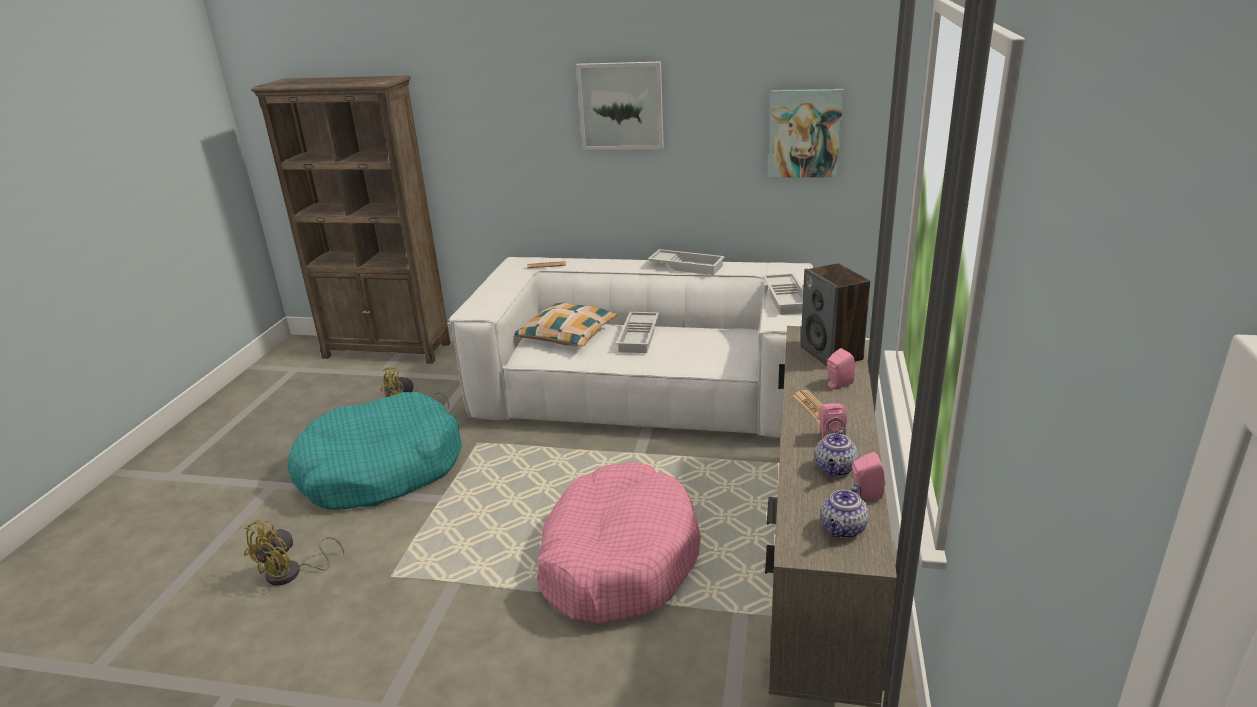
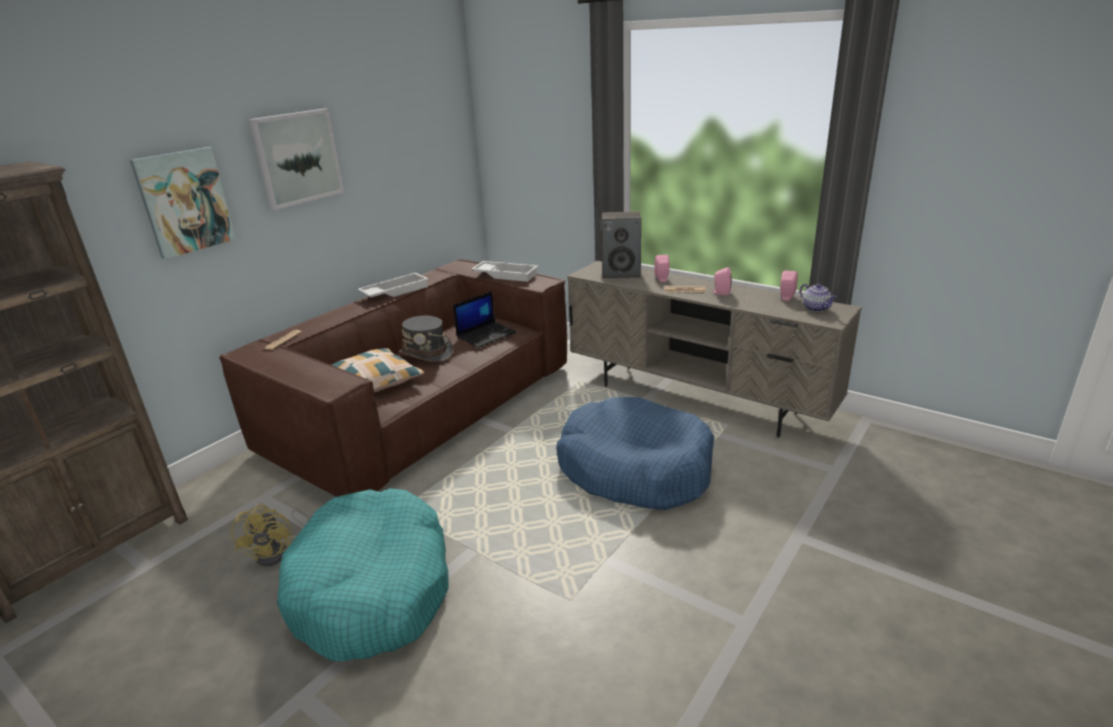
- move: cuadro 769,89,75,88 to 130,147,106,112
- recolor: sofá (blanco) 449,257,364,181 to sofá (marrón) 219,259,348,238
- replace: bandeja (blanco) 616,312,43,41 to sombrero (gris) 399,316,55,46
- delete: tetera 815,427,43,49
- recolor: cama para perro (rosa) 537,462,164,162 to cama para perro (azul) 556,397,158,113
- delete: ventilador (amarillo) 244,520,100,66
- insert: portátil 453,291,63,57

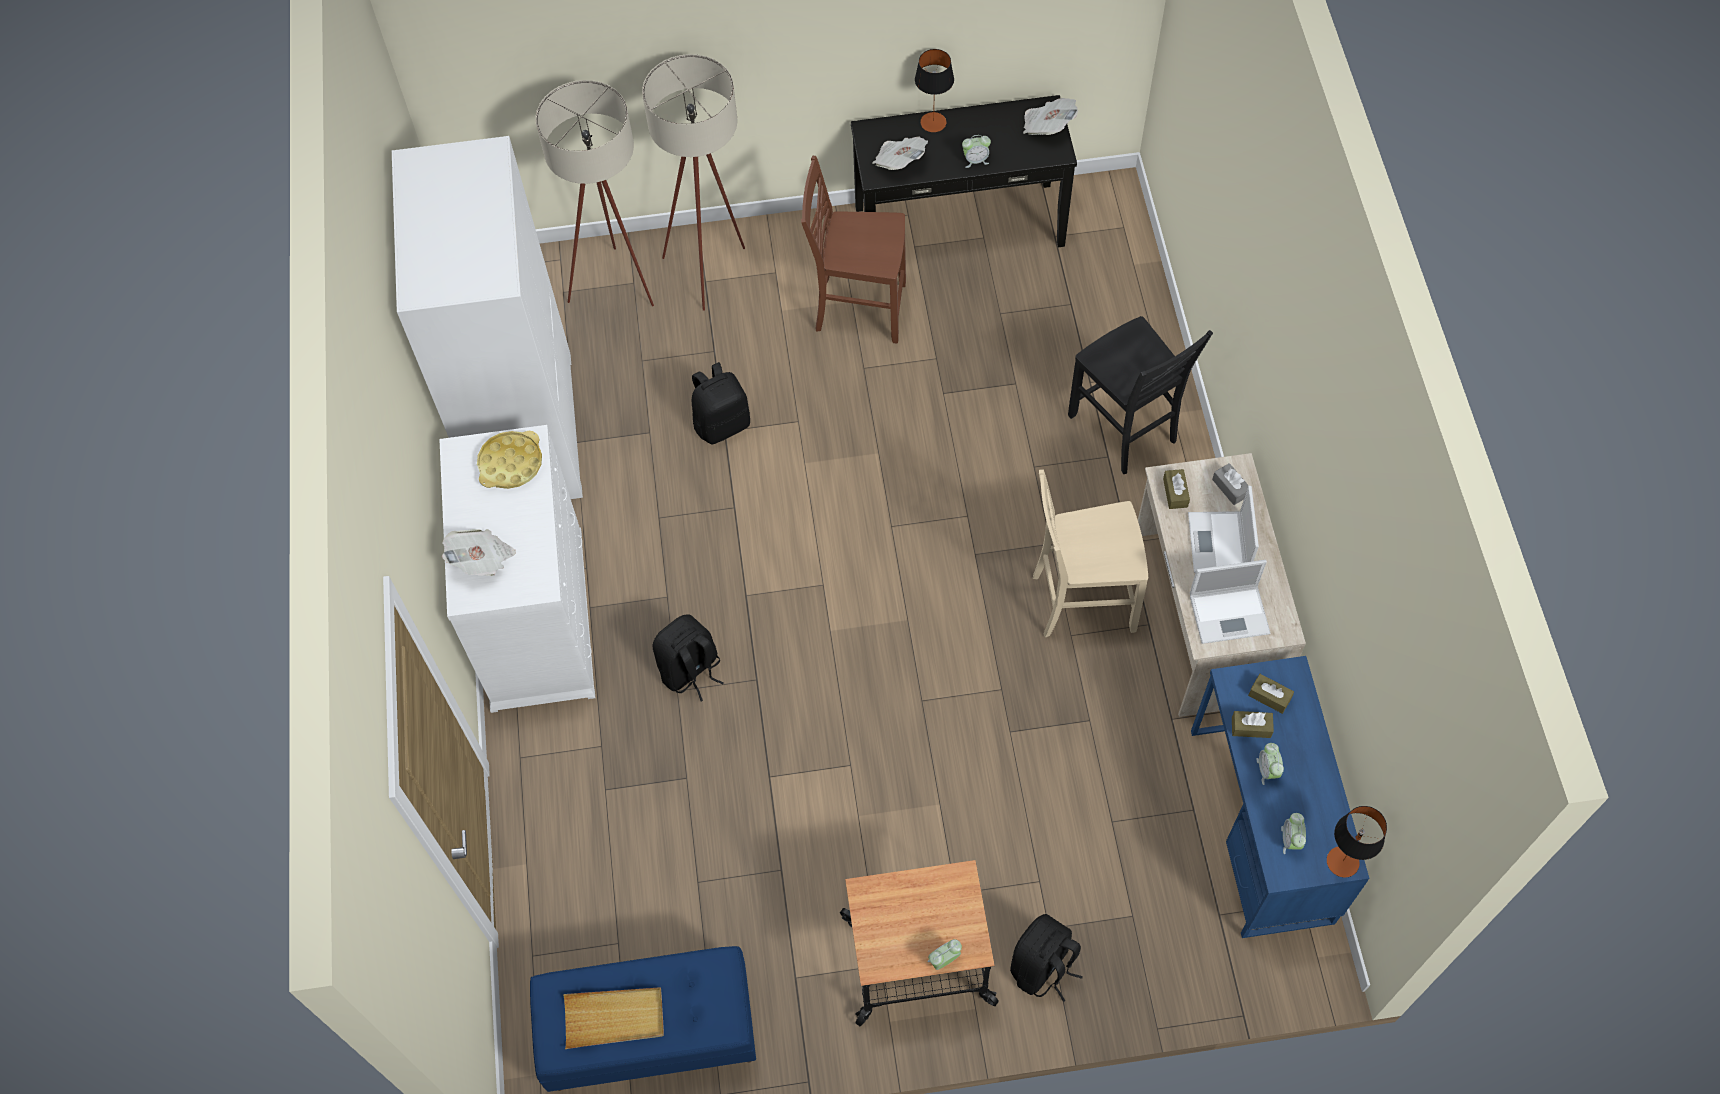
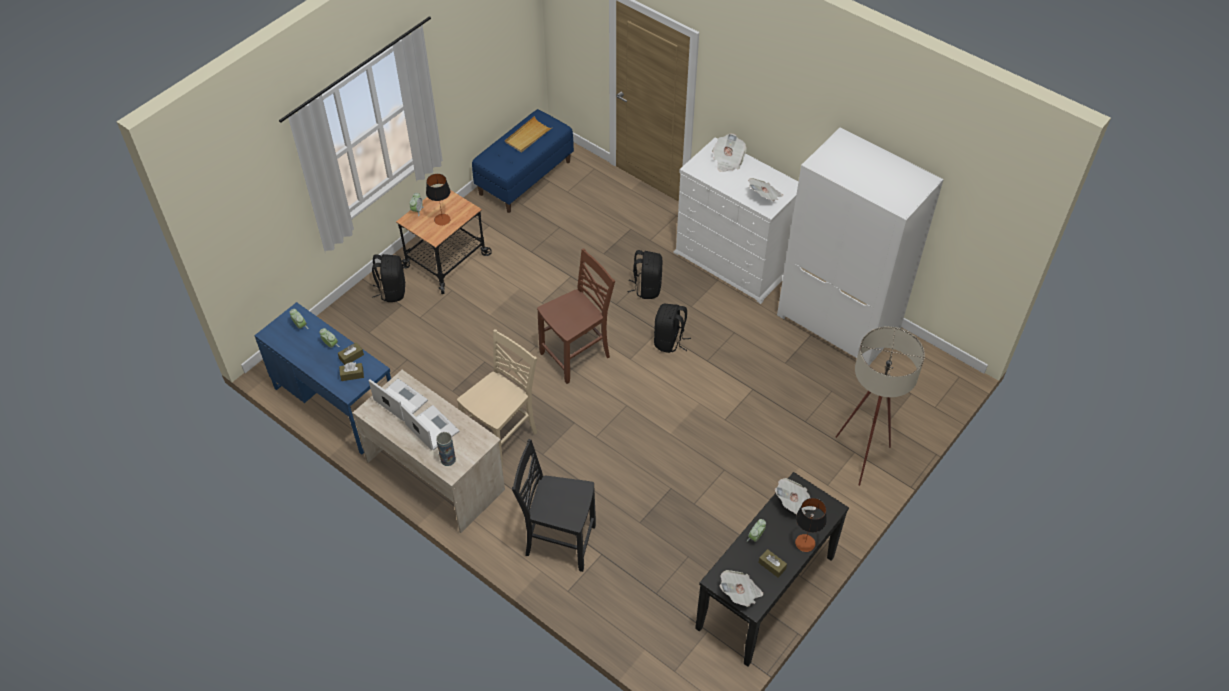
- delete: lámpara de pie (beis) 535,80,119,226
- move: silla (marrón) 801,156,105,187 to 537,248,78,136
- move: mochila (negro) 692,362,58,82 to 654,304,37,49
- replace: bandeja (amarillo) 477,431,65,58 to periódico 748,178,35,23
- replace: caja de pañuelos (gris) 1212,463,37,42 to florero 436,432,20,34
- move: caja de pañuelos (marrón) 1163,469,27,40 to 758,549,29,28
- rotate: portátil 1190,560,81,84 = 369,378,59,43 90 degrees clockwise
- move: lámpara de mesa 1327,806,60,71 to 426,174,24,51

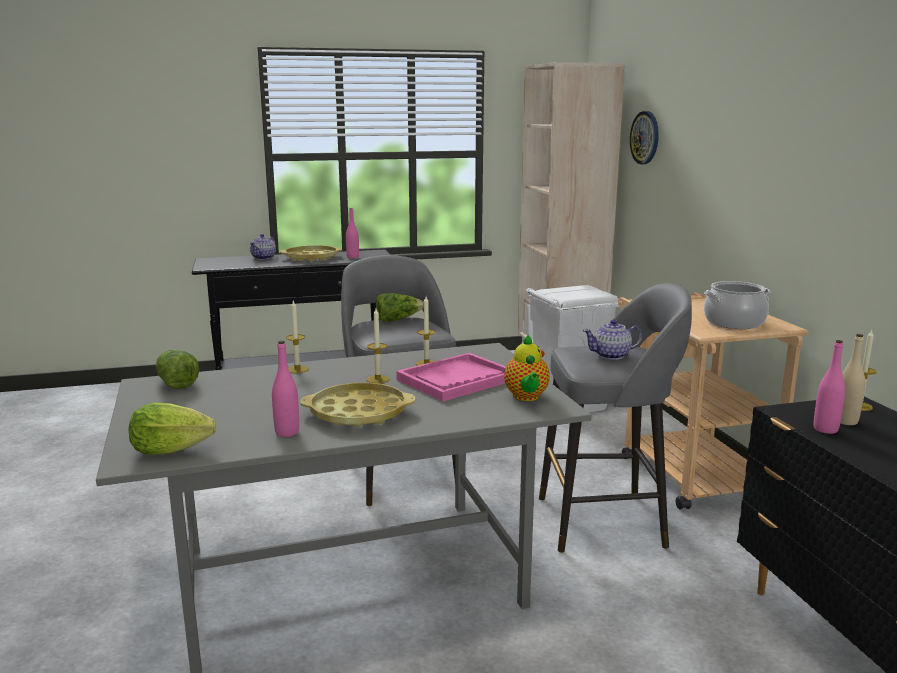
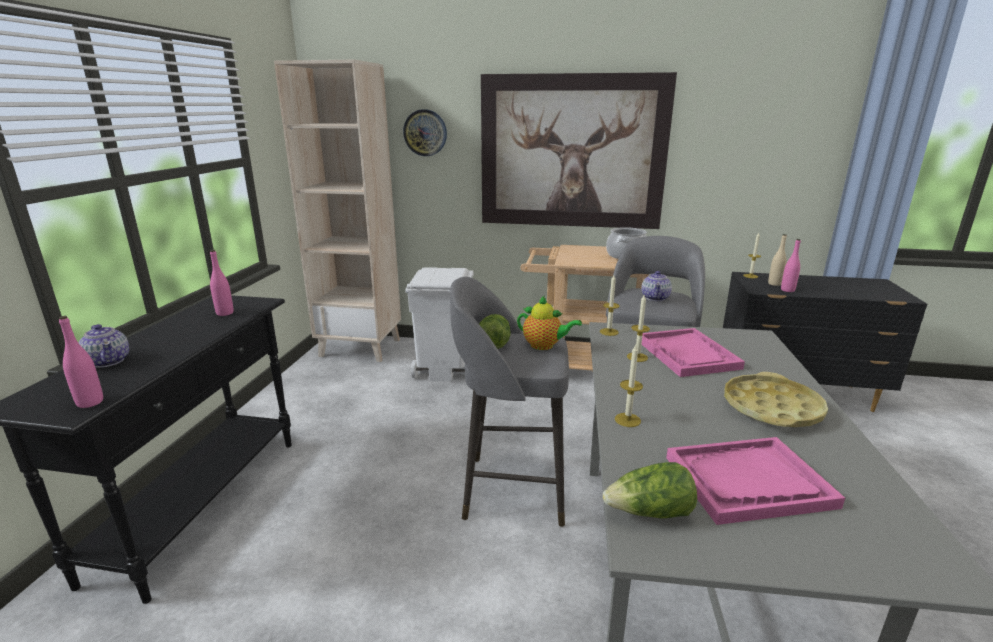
- delete: bandeja (amarillo) 280,245,62,17
- move: vela 367,308,22,76 to 600,275,19,61
- move: tetera 504,335,46,66 to 517,296,65,54
- move: botella (rosa) 272,340,27,97 to 59,316,44,92
- delete: lechuga 128,402,88,53
- insert: cuadro 481,72,196,157
- insert: bandeja (rosa) 666,437,179,88

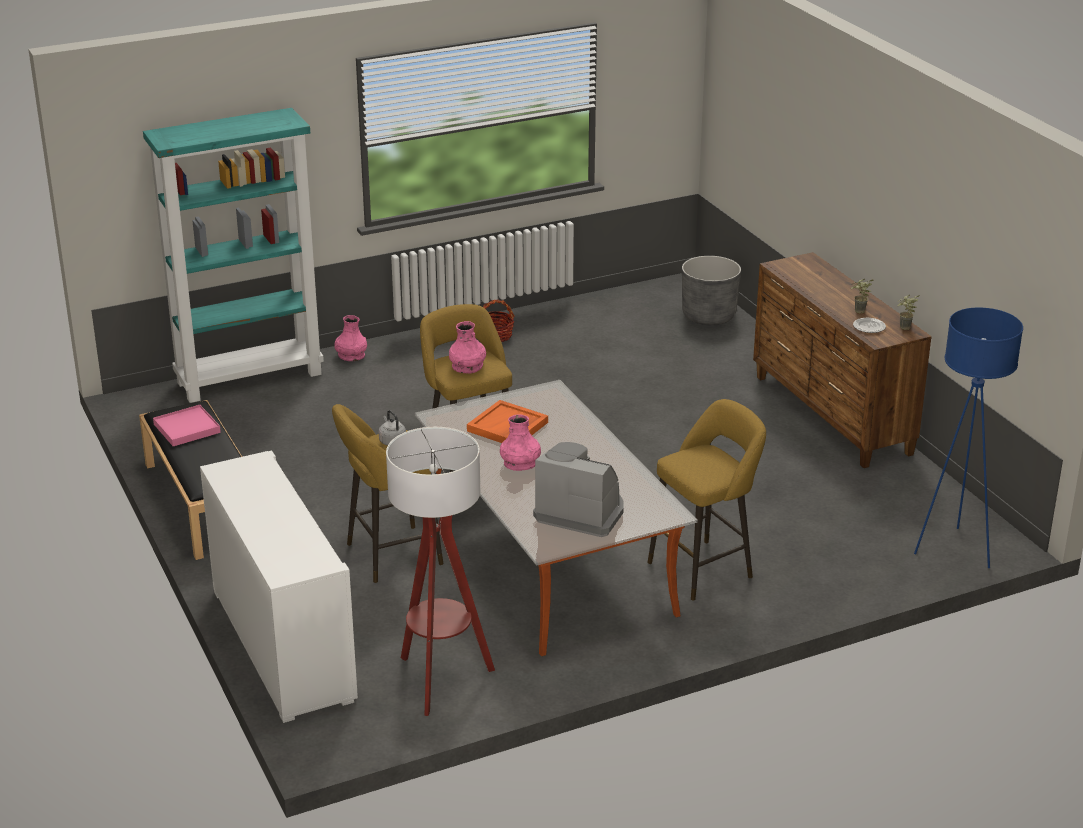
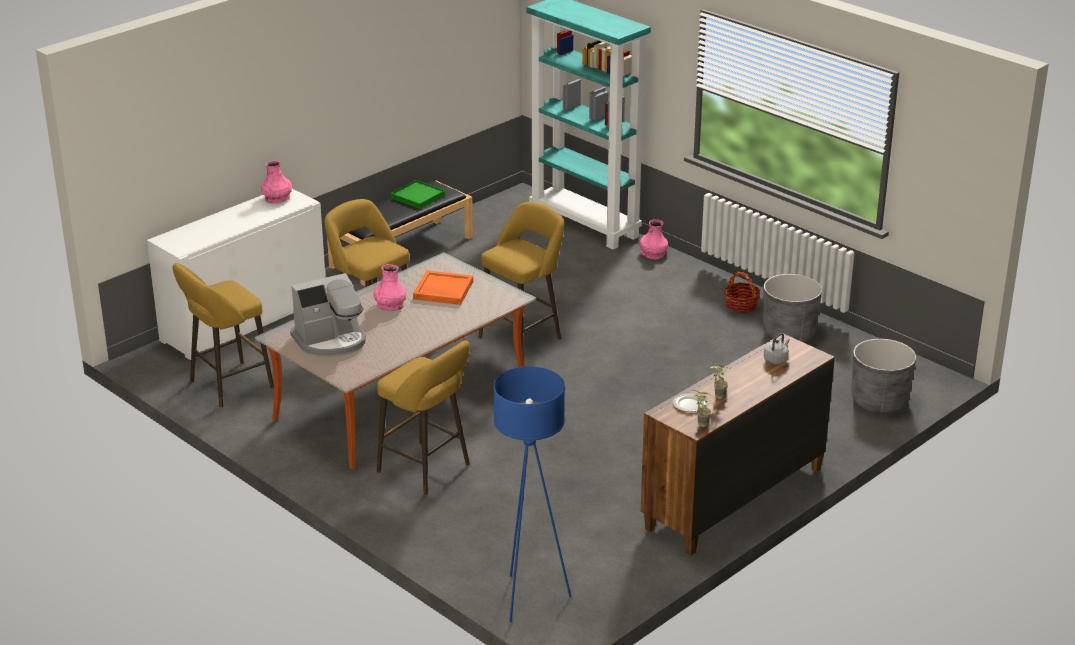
- move: florero (rosa) 449,321,37,53 to 261,161,31,42
- recolor: bandeja (rosa) 153,405,68,41 to bandeja (verde) 391,180,54,29
- move: hervidor (gris) 379,410,27,36 to 764,333,26,31
- replace: lámpara de pie 386,427,109,289 to taburete (amarillo) 173,263,101,144
- rotate: cafetera 533,442,91,95 = 290,273,76,84 60 degrees clockwise
- insert: maceta (gris) 763,274,59,68

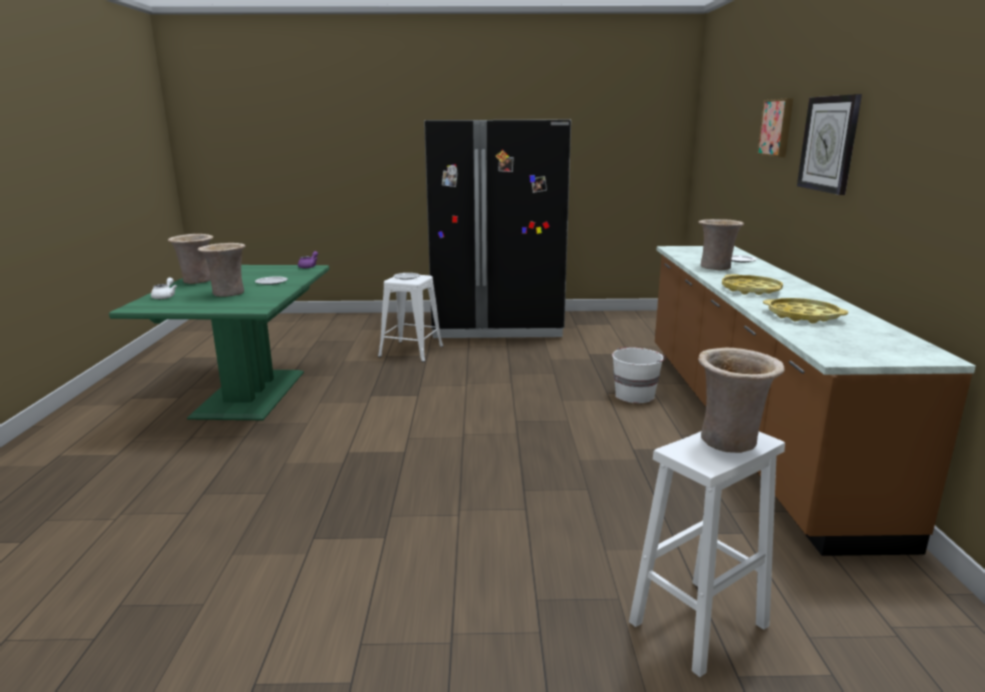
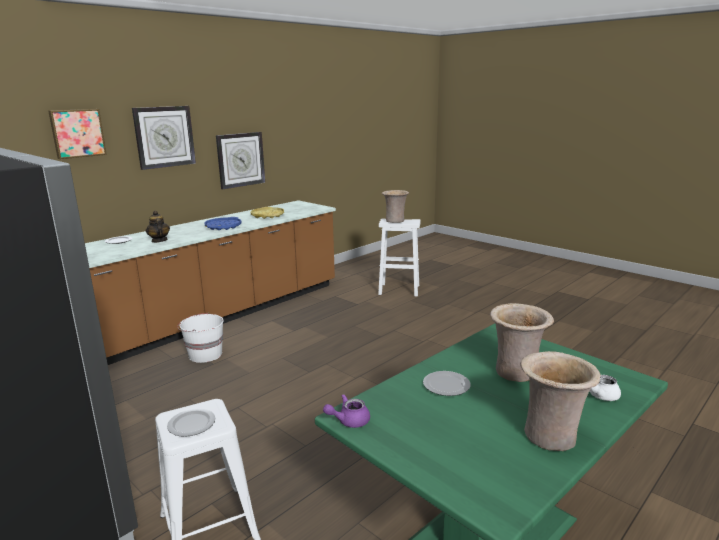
- replace: florero (beis) 698,219,46,51 to tetera 146,211,24,32
- recolor: bandeja (amarillo) 722,274,61,21 to bandeja (azul) 204,217,38,13
- insert: reloj de pared 216,132,49,57

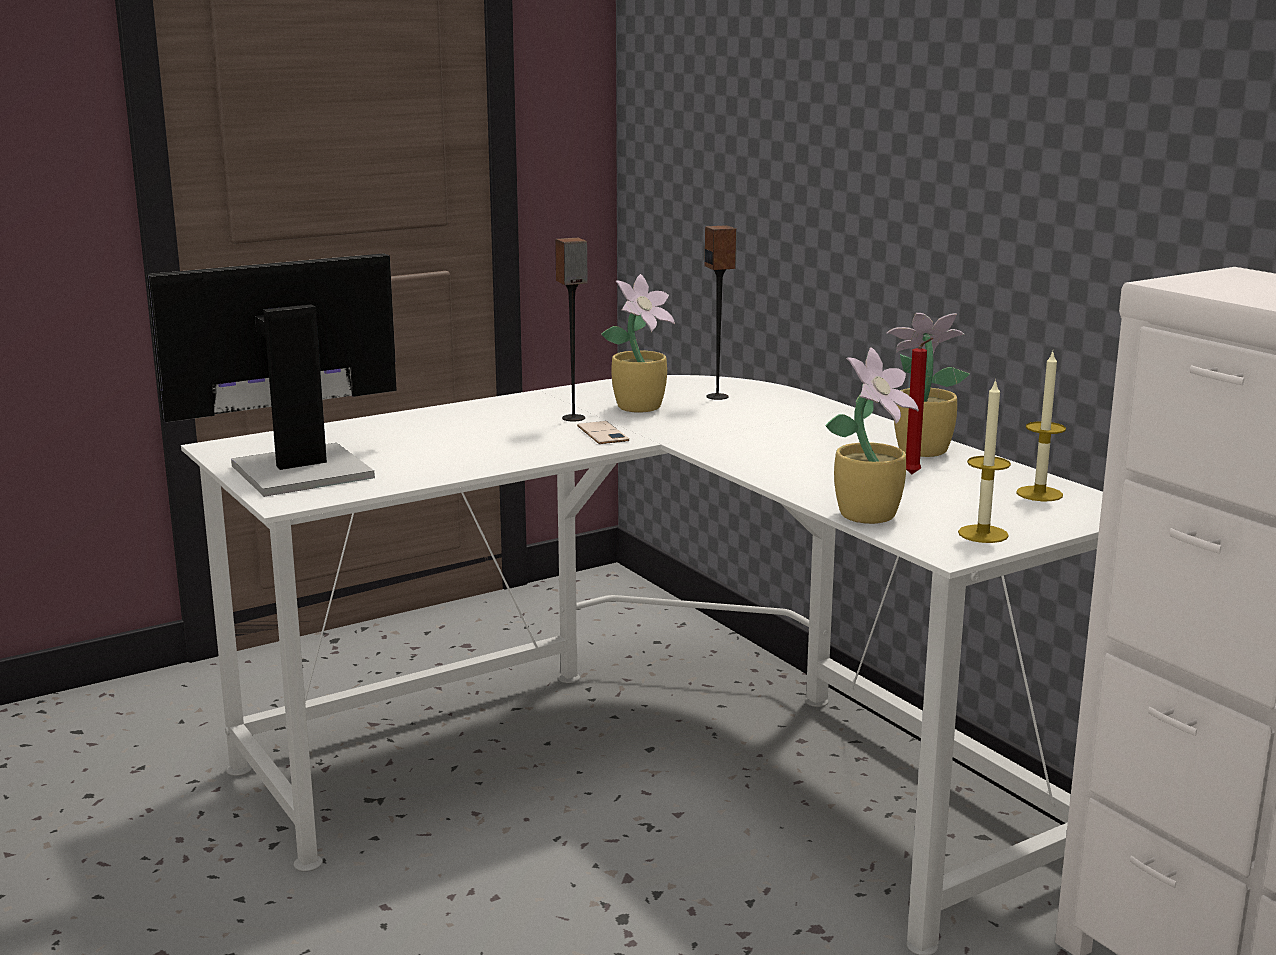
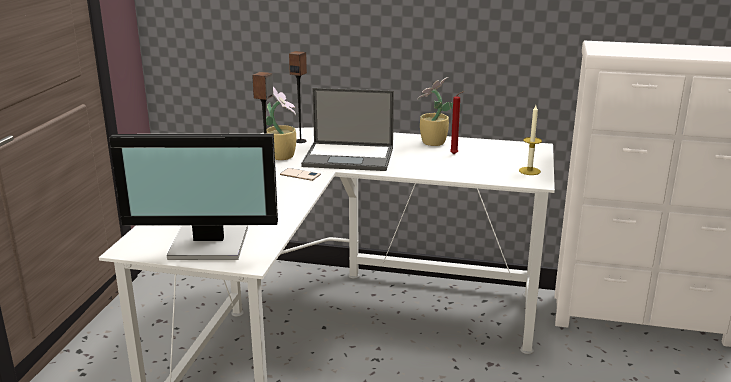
- rotate: monitor 147,253,250,244 = 109,134,169,126 105 degrees counterclockwise
- delete: planta en maceta 825,347,94,177
- delete: vela 1016,352,50,149
- insert: portátil 301,88,93,83

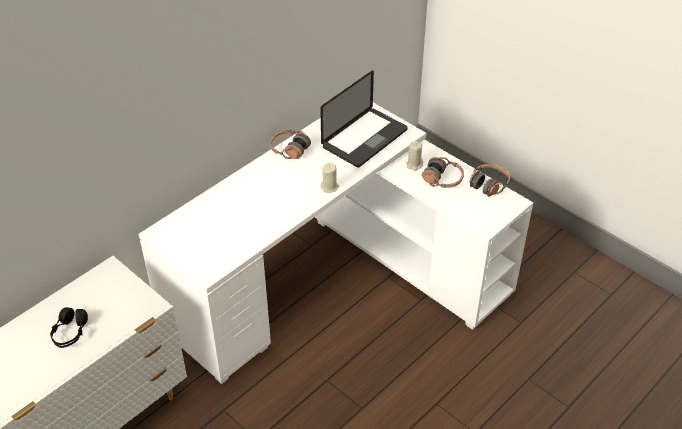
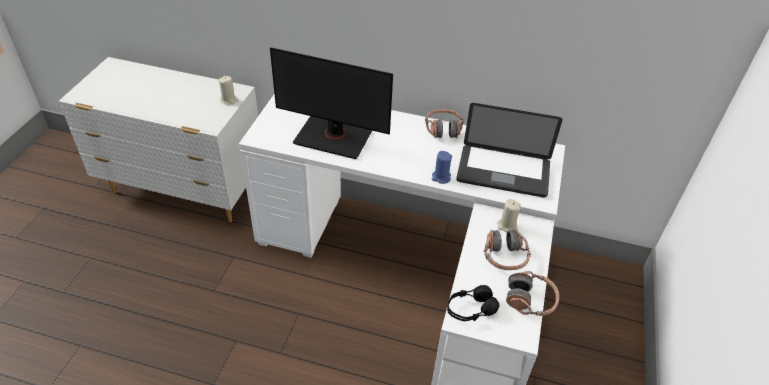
- move: vela (beis) 321,163,18,30 to 218,76,20,29
- move: auriculares (negro) 50,307,38,41 to 447,285,52,36
- insert: monitor 270,47,123,112
- insert: vela (azul) 432,151,20,33

